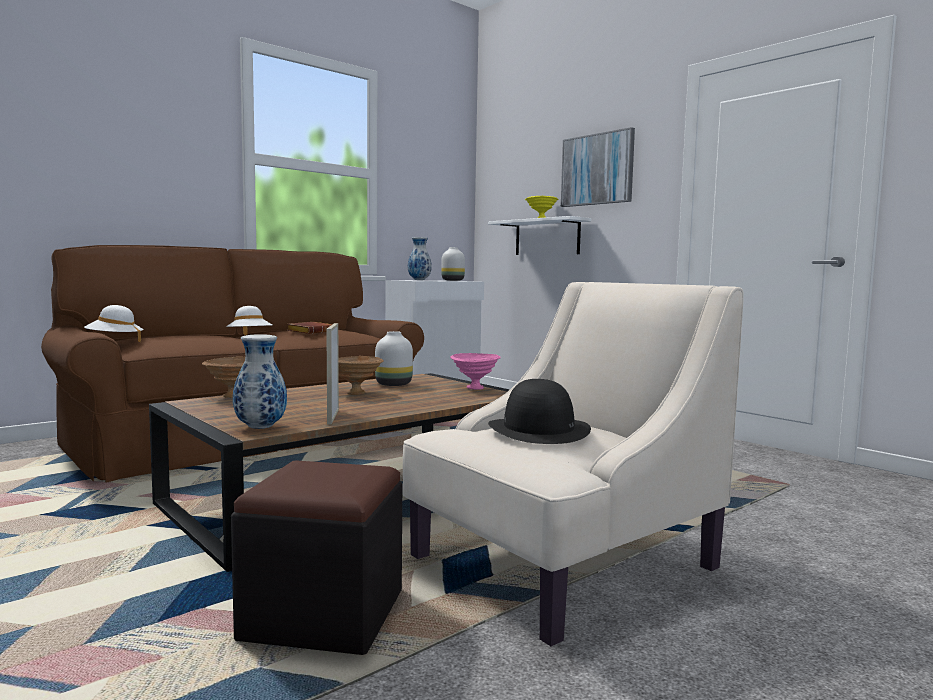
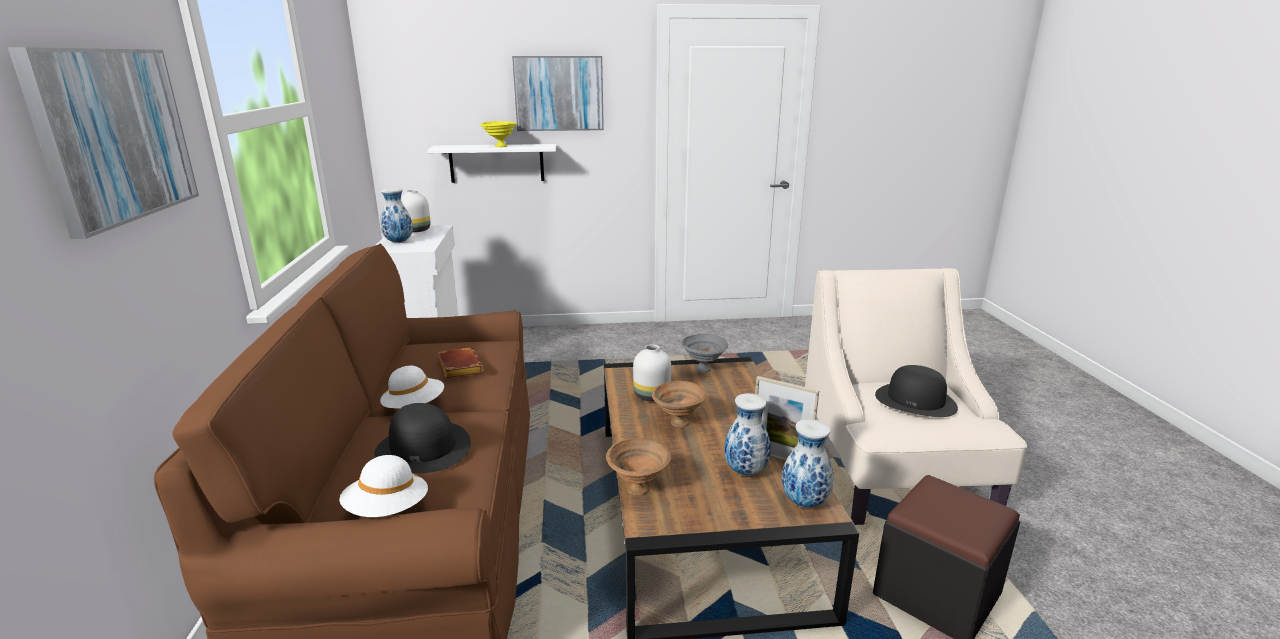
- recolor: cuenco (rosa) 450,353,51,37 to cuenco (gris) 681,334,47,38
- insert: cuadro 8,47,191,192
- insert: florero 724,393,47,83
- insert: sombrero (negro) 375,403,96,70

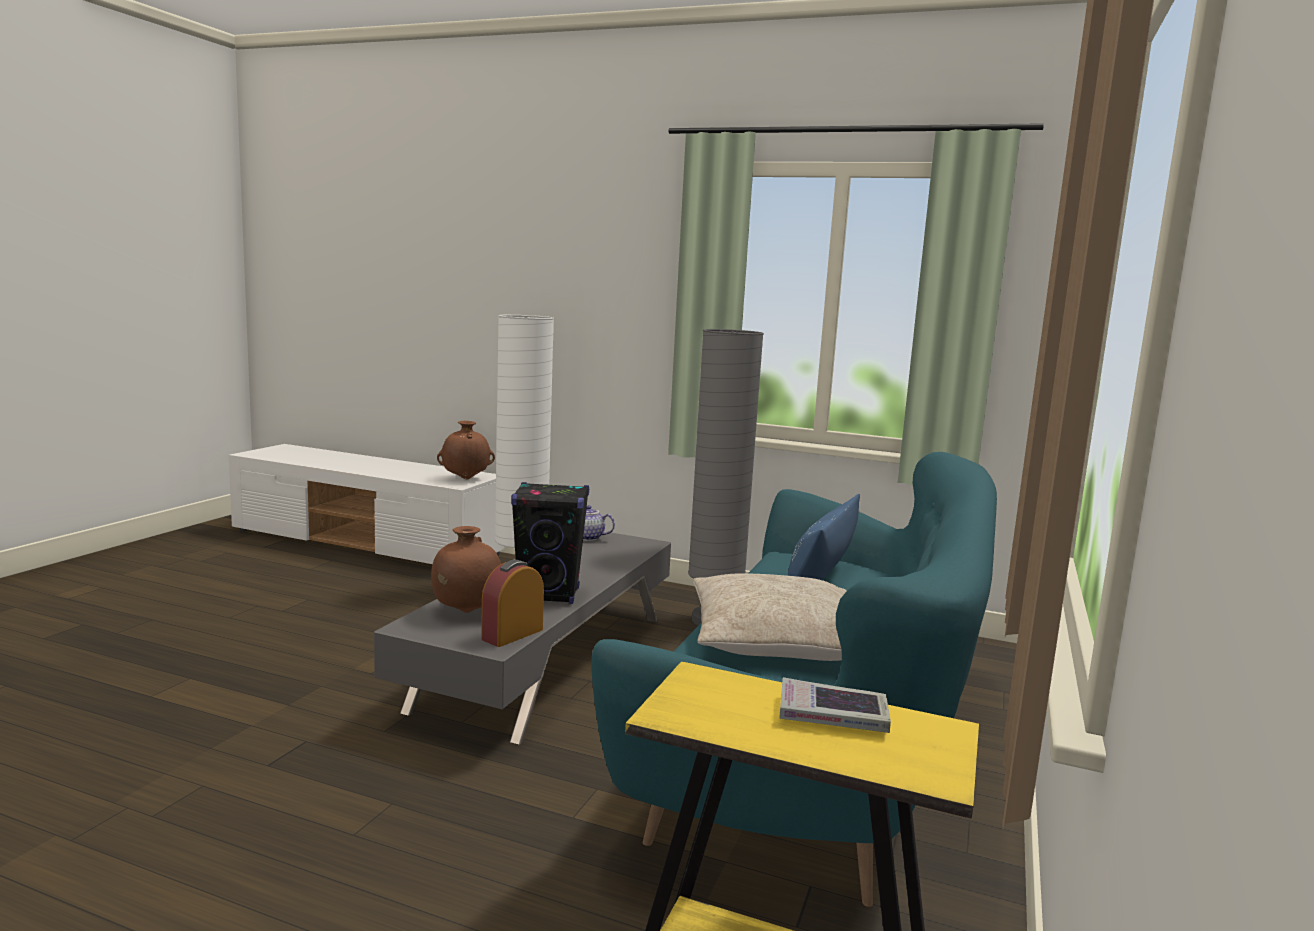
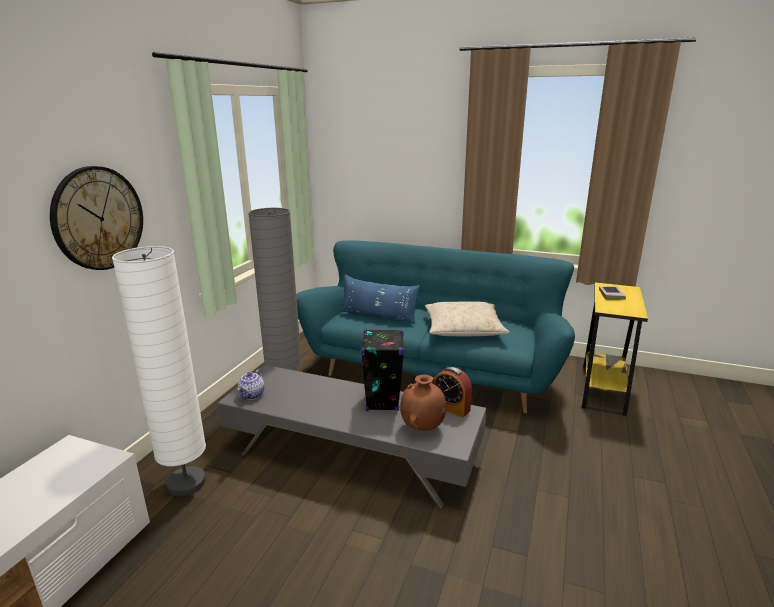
- delete: florero (marrón) 437,421,58,58
- insert: reloj de pared 50,166,93,104

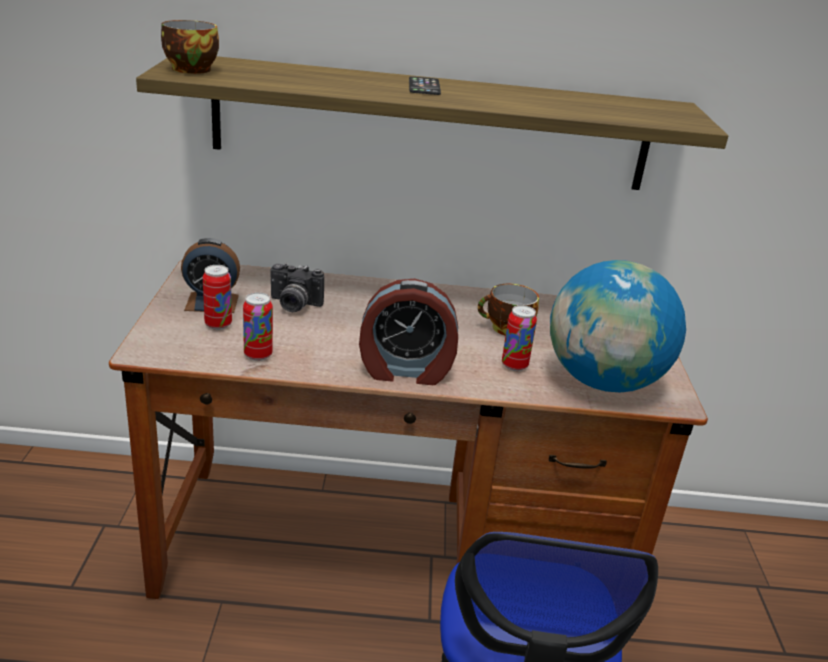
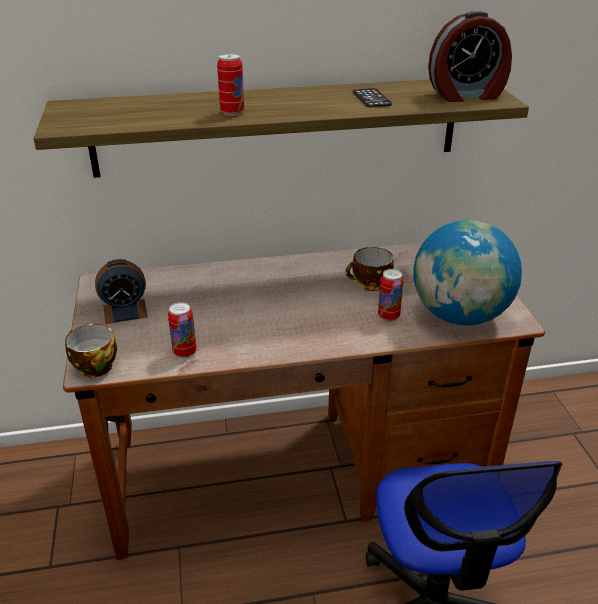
- move: taza 161,20,58,54 to 65,324,52,53
- move: móvil 409,76,32,19 to 353,88,39,19
- delete: cámara 270,263,54,49
- move: lata 203,265,29,65 to 217,53,27,63
- move: despertador 359,279,99,106 to 428,11,84,91

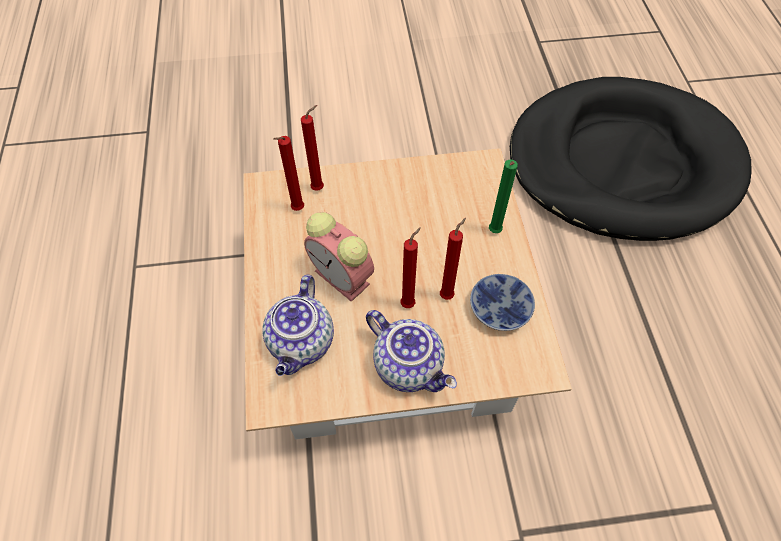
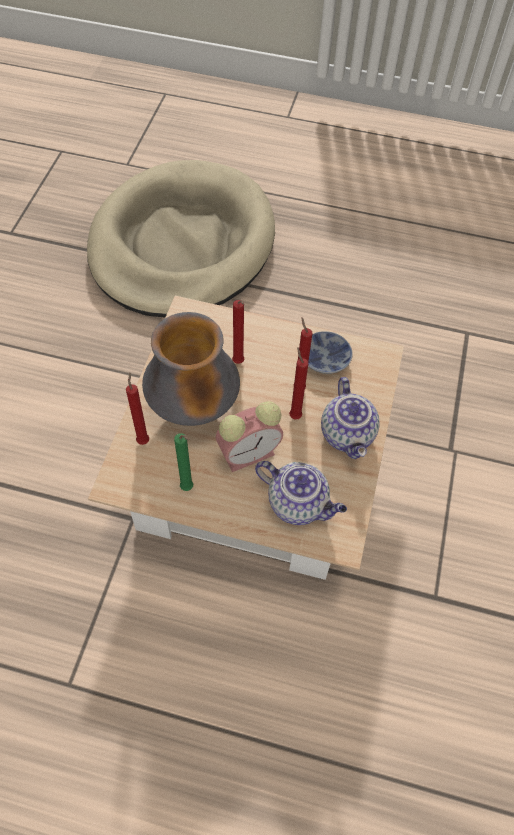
- recolor: cama para perro (negro) 510,77,242,164 to cama para perro (beis) 87,160,188,158
- move: vela (rojo) 273,136,31,75 to 232,300,13,64
- move: vela (verde) 489,159,29,74 to 174,433,19,58
- rotate: tetera 366,310,91,82 = 321,377,59,82 105 degrees clockwise
- insert: florero 142,312,98,114

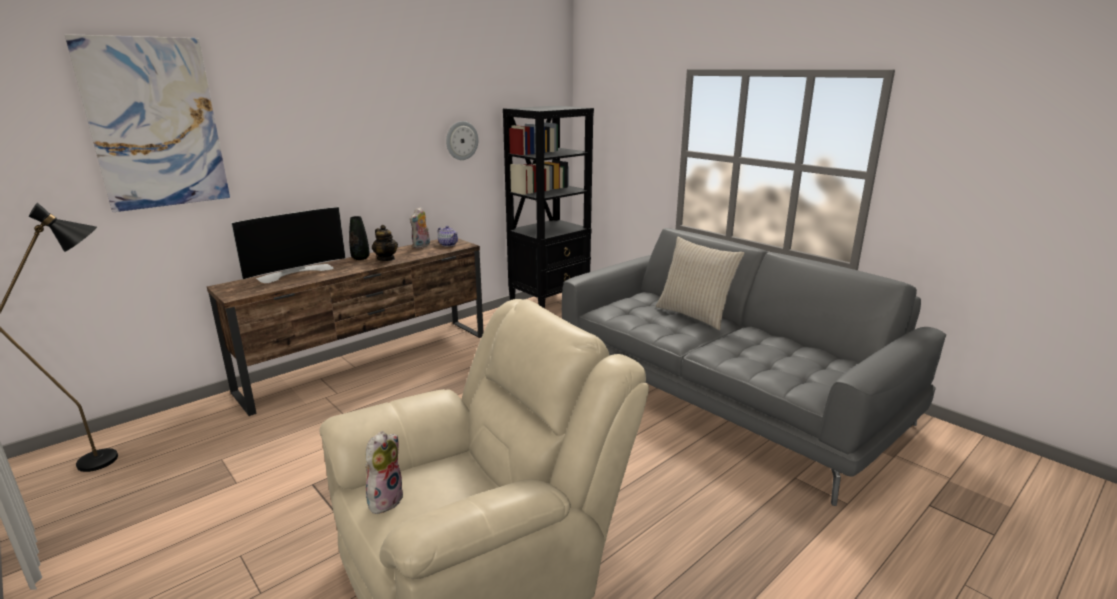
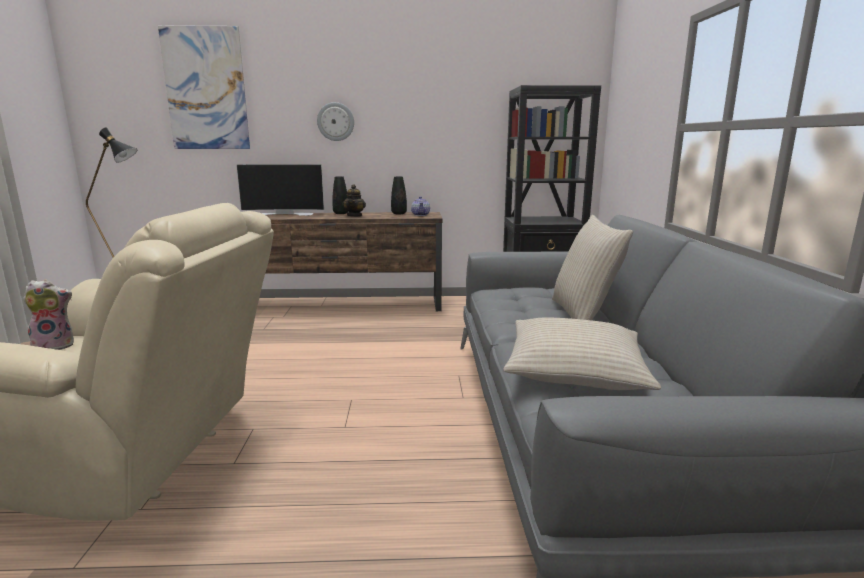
- move: reloj de pared 446,121,32,39 to 317,102,37,39
- replace: peluche 410,207,20,42 to florero (negro) 391,177,16,37
- insert: cojín (beis) 503,317,158,73

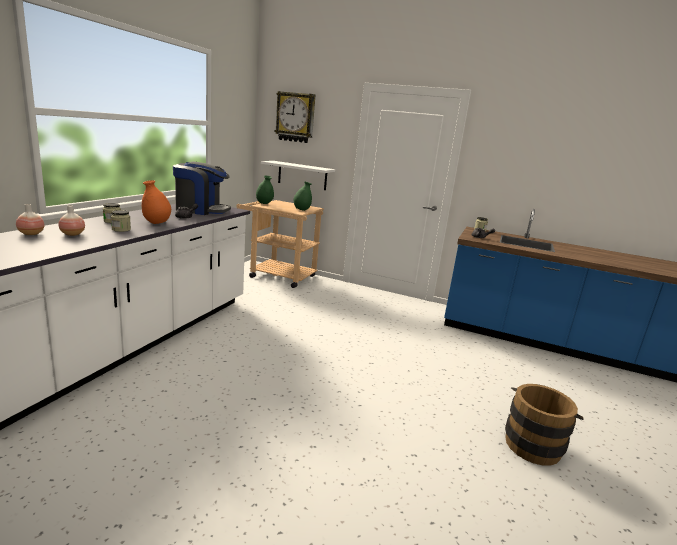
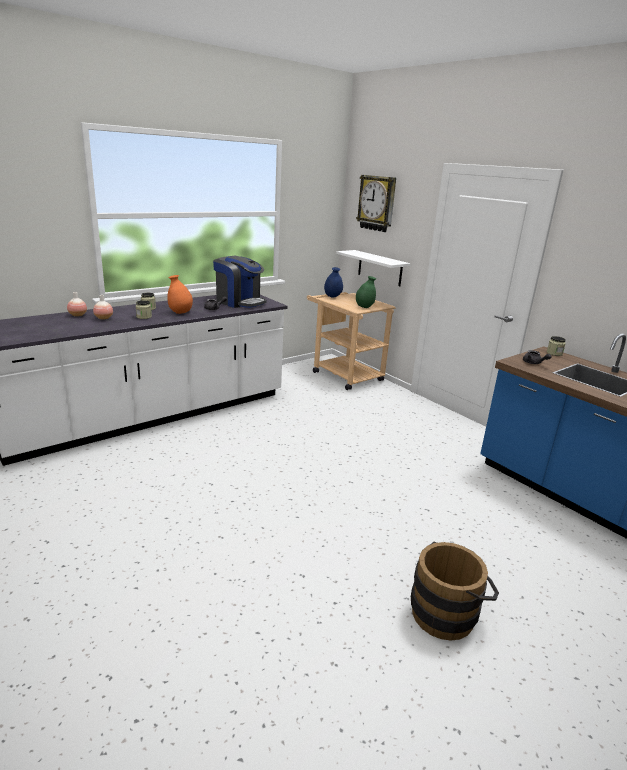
- recolor: florero (verde) 256,176,18,28 to florero (azul) 324,267,19,30

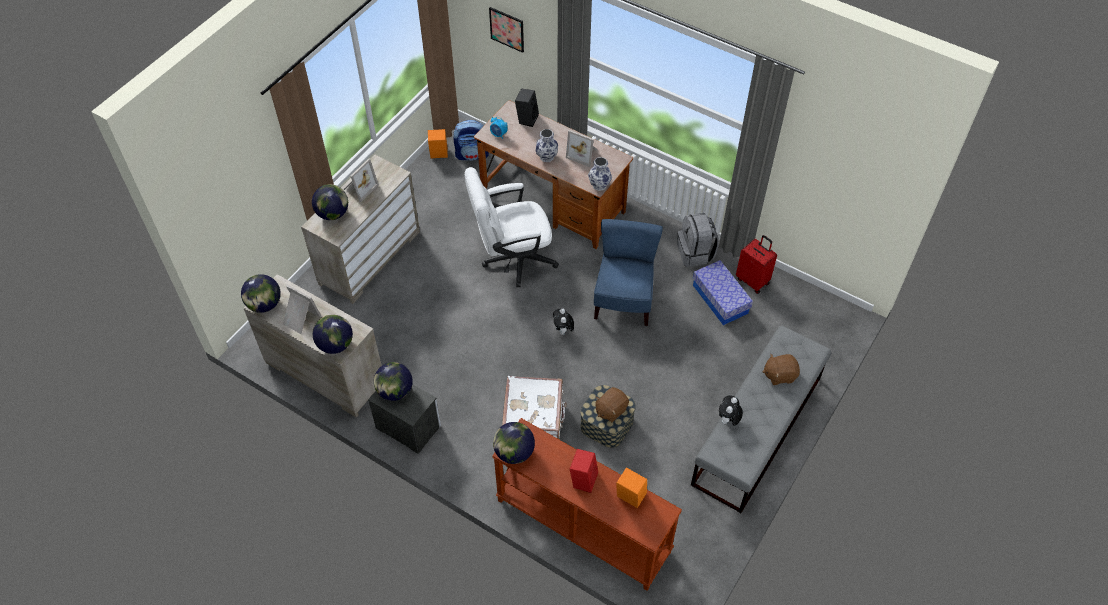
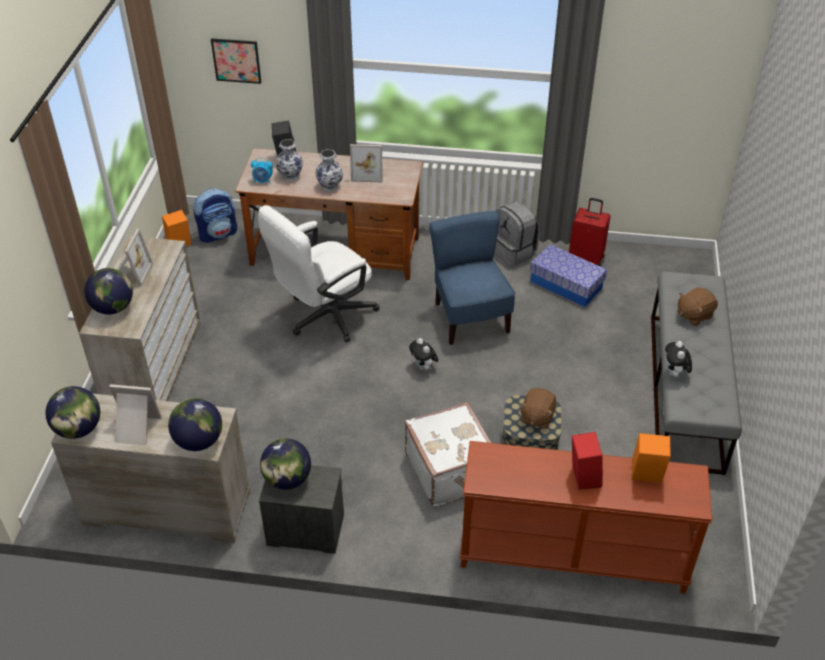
- move: florero 588,157,24,34 to 276,139,27,42
- delete: globo terráqueo 493,422,42,42

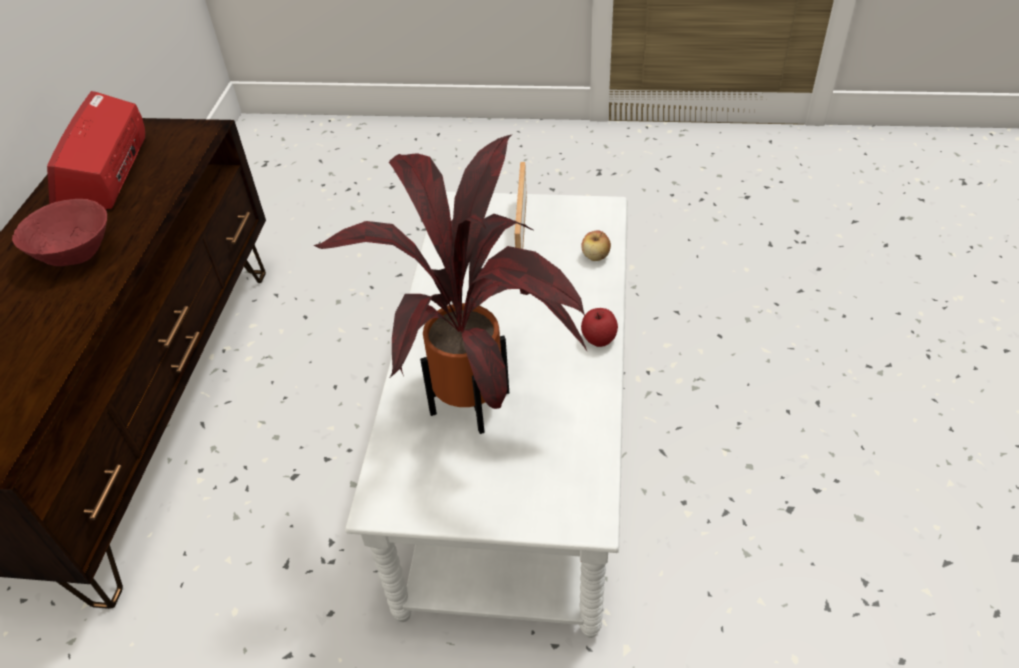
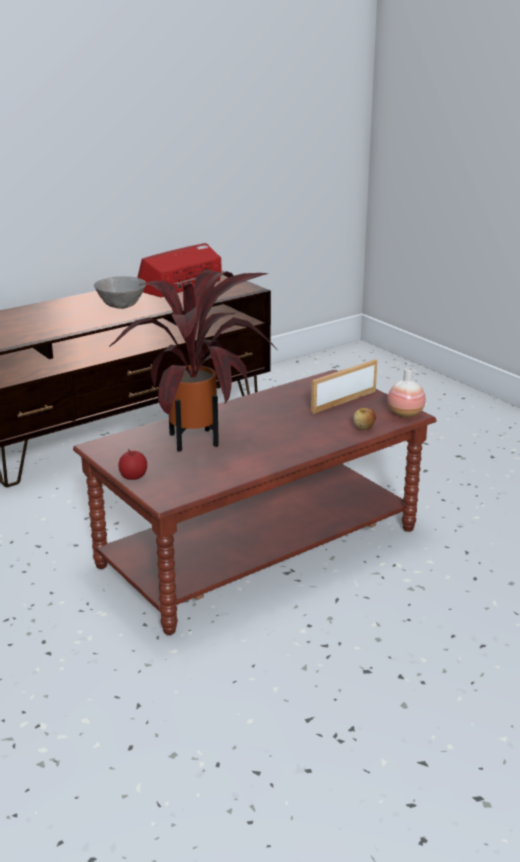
- recolor: mesa de centro (blanco) 345,192,283,446 to mesa de centro (marrón) 73,370,364,265
- recolor: cuenco (rojo) 12,199,95,67 to cuenco (gris) 94,276,52,33
- move: manzana 581,308,37,39 to 119,449,28,31
- insert: florero 387,368,39,50

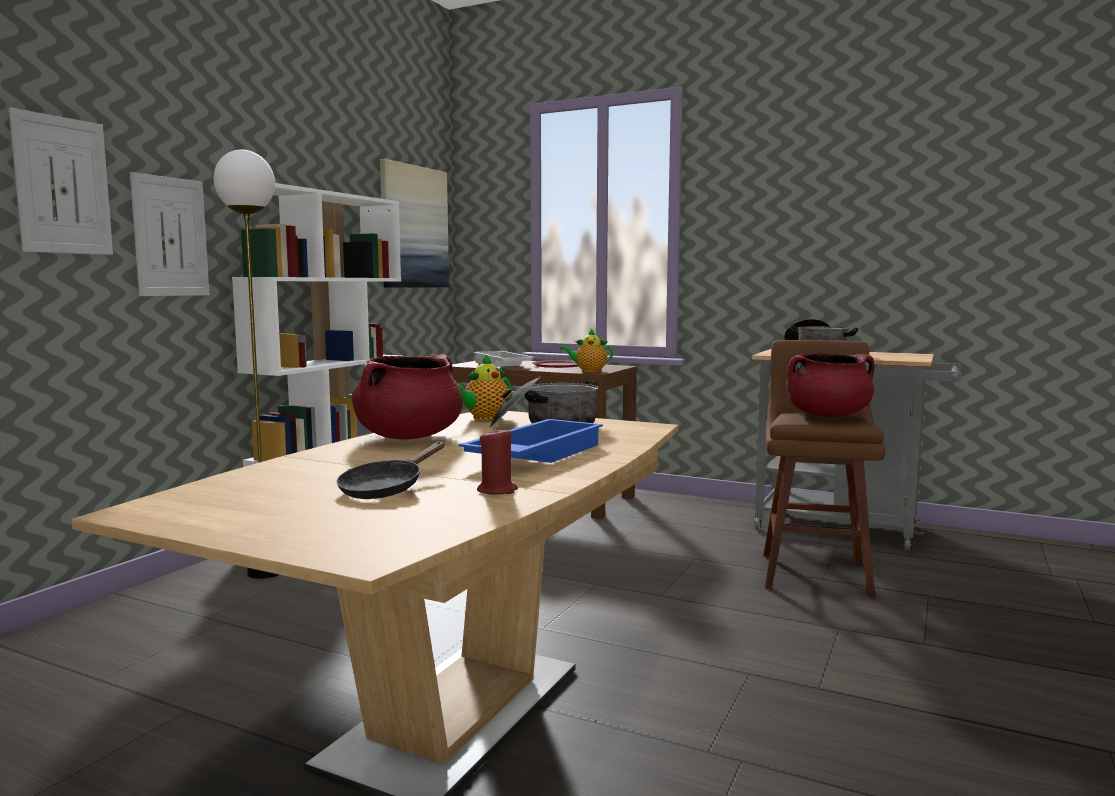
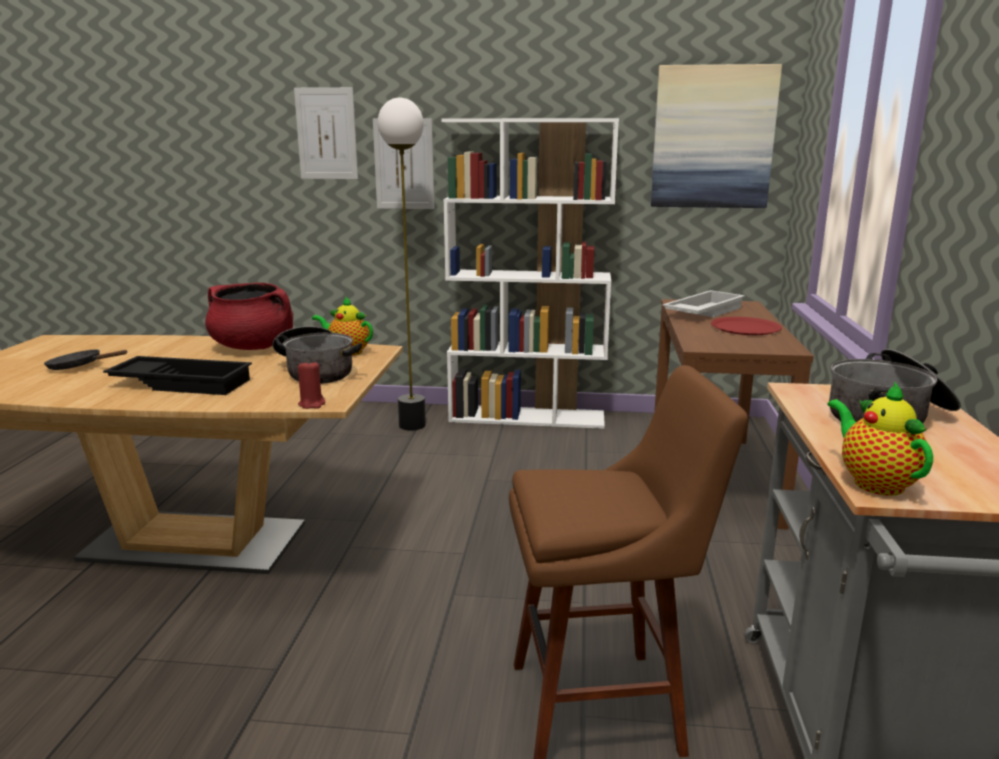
- move: tetera 560,328,53,45 to 828,382,105,114
- delete: olla (rojo) 786,352,89,65
- recolor: bandeja (azul) 459,419,144,44 to bandeja (negro) 103,356,149,39
- move: vela (rojo) 477,427,41,67 to 298,360,28,49

